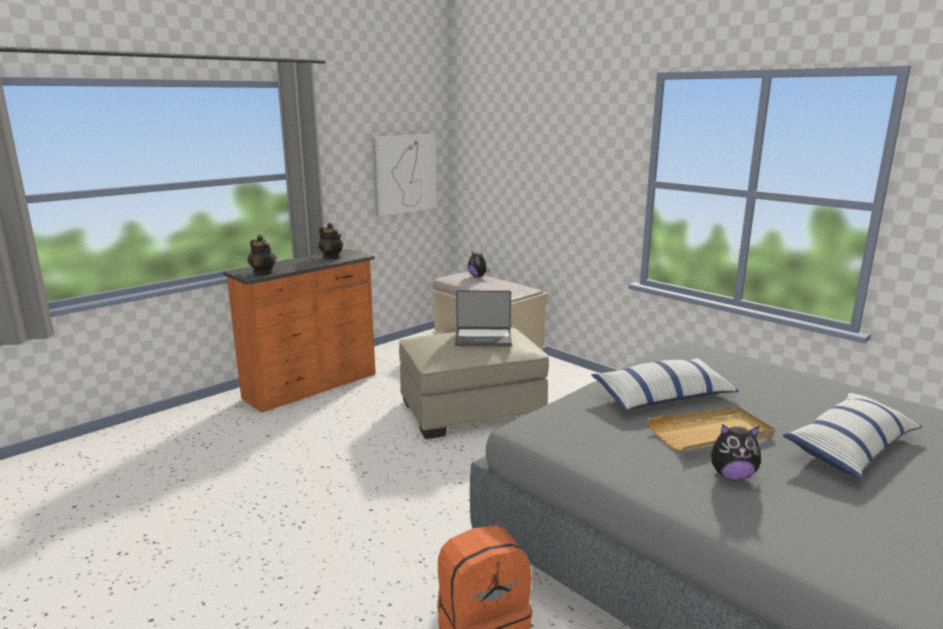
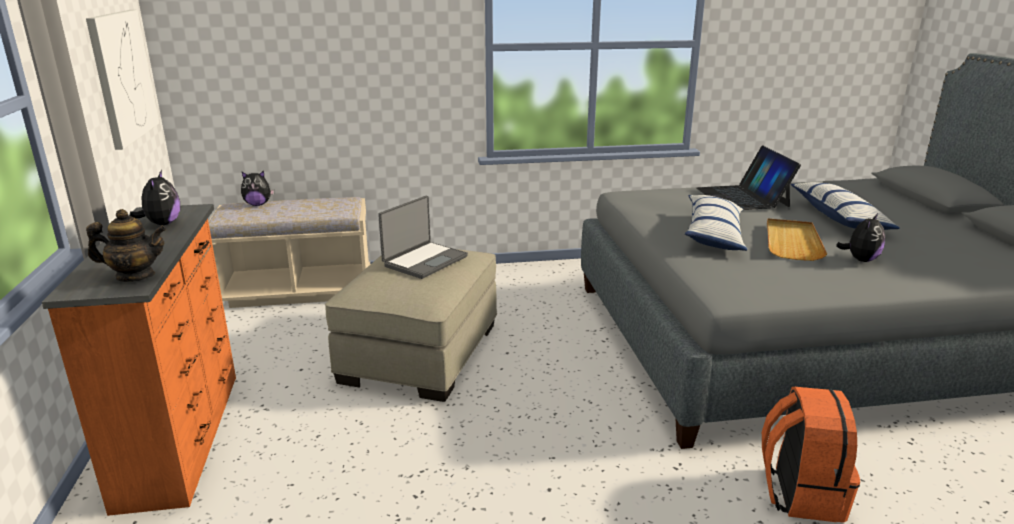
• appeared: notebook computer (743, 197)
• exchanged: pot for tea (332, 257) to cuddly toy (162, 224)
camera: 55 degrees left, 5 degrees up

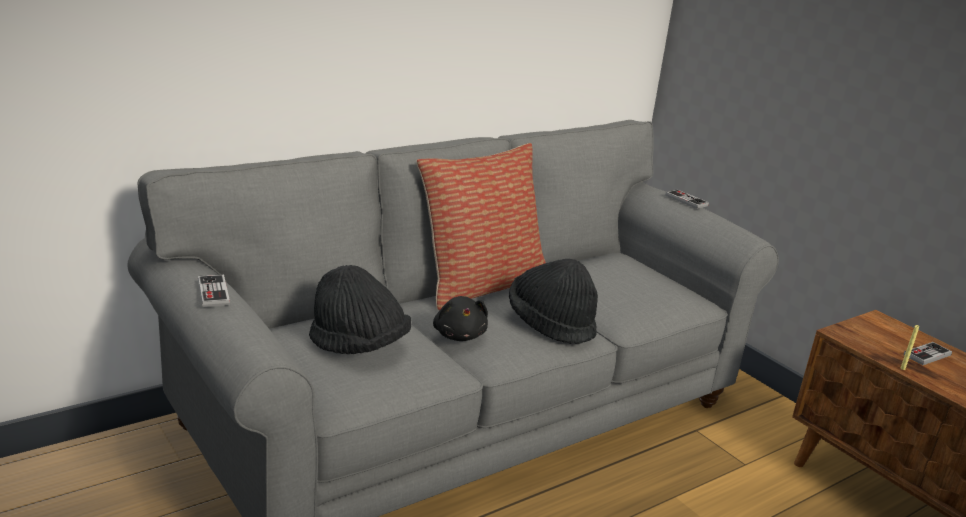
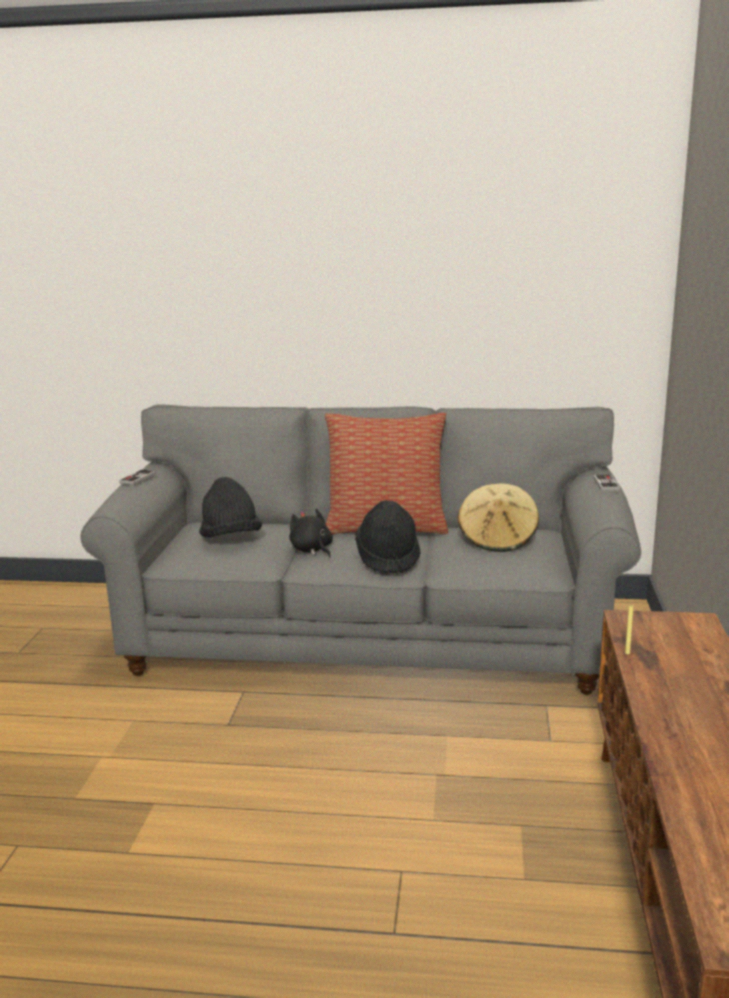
• missing: gamepad (927, 355)
• appeared: beige clothing hat (498, 540)
• spun: black-coloured cuddly toy (459, 335) = (312, 550) 120 degrees clockwise
camera: 45 degrees right, 5 degrees down

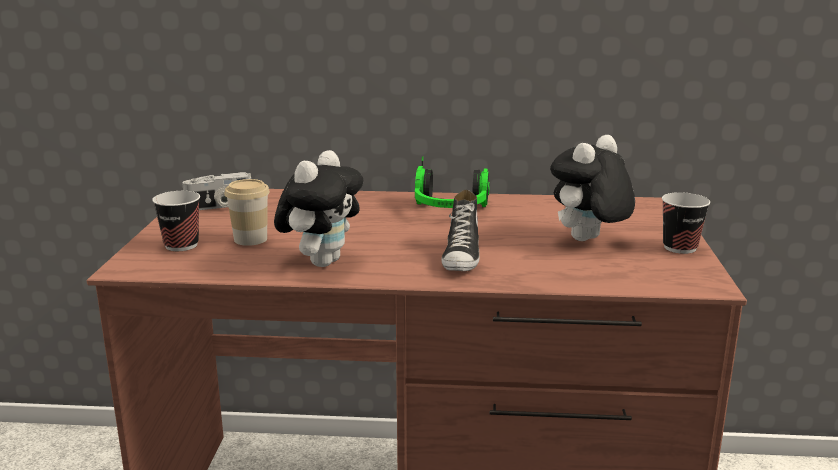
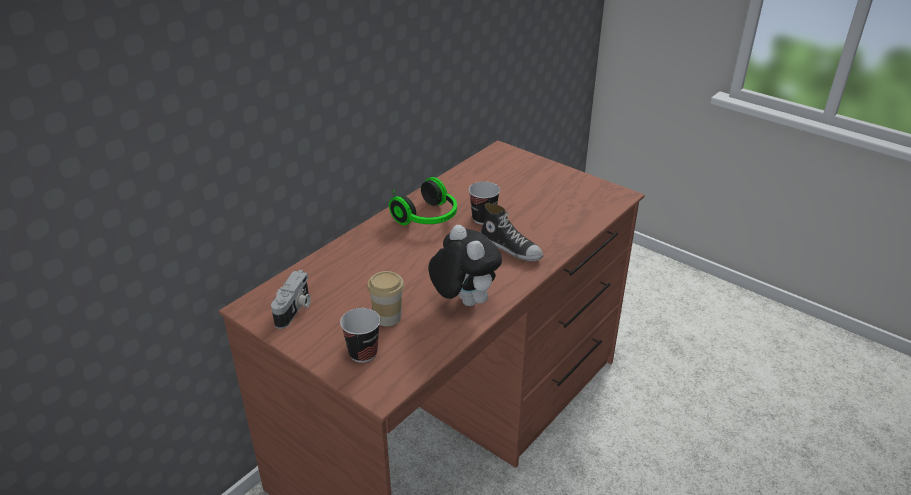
• missing: cuddly toy (588, 241)
• relocated: drinking cup (680, 247) to (483, 218)
camera: 55 degrees left, 15 degrees up

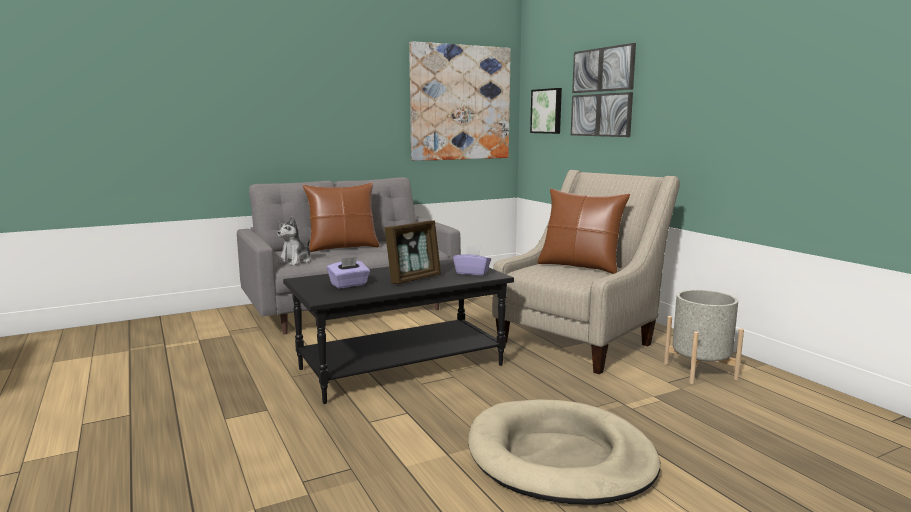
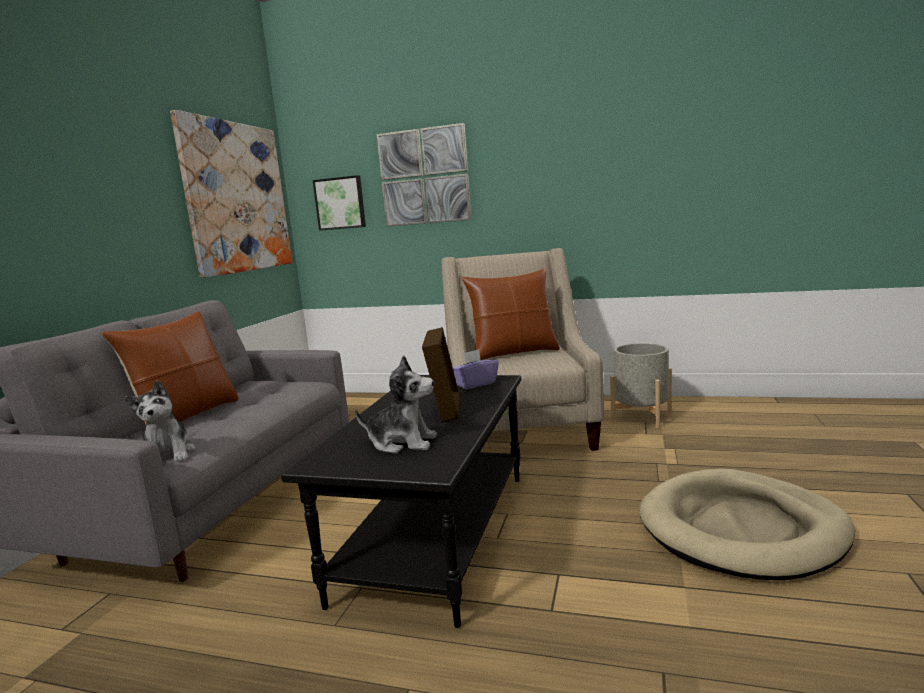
• exchanged: purple-coloured tissue holder (349, 285) to cuddly toy (402, 442)
camera: 45 degrees left, 0 degrees up

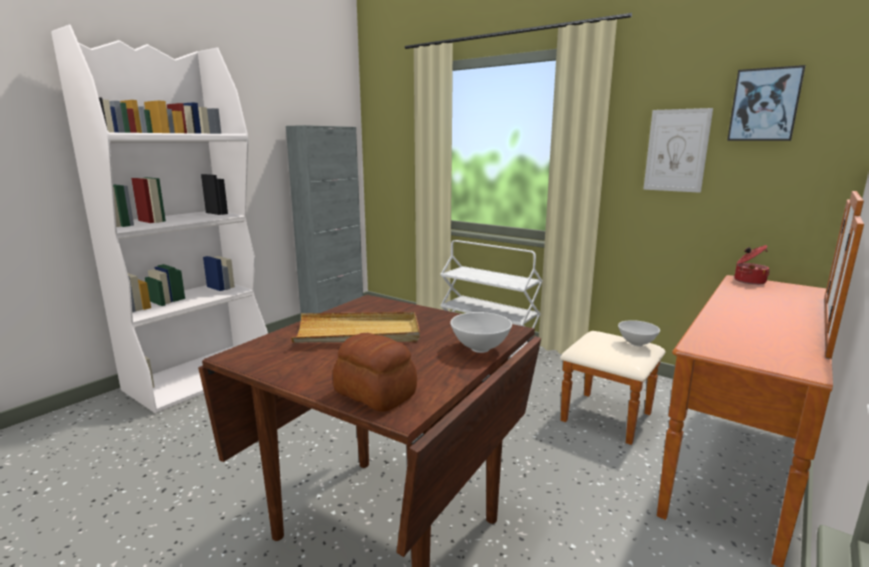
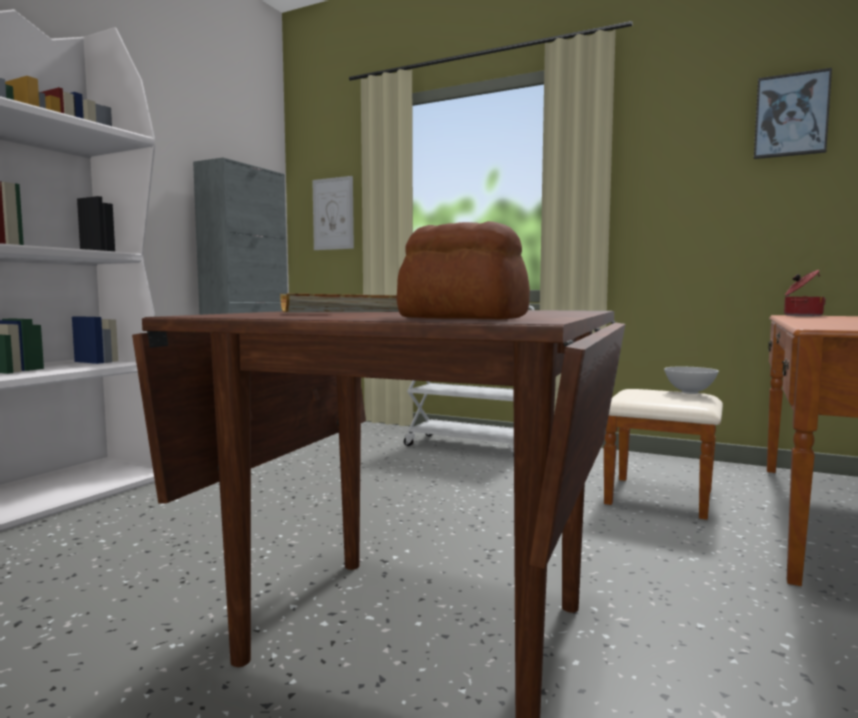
• missing: whitish serving bowl (479, 349)
• relocated: wall art (676, 150) to (333, 214)
camera: 10 degrees left, 10 degrees down

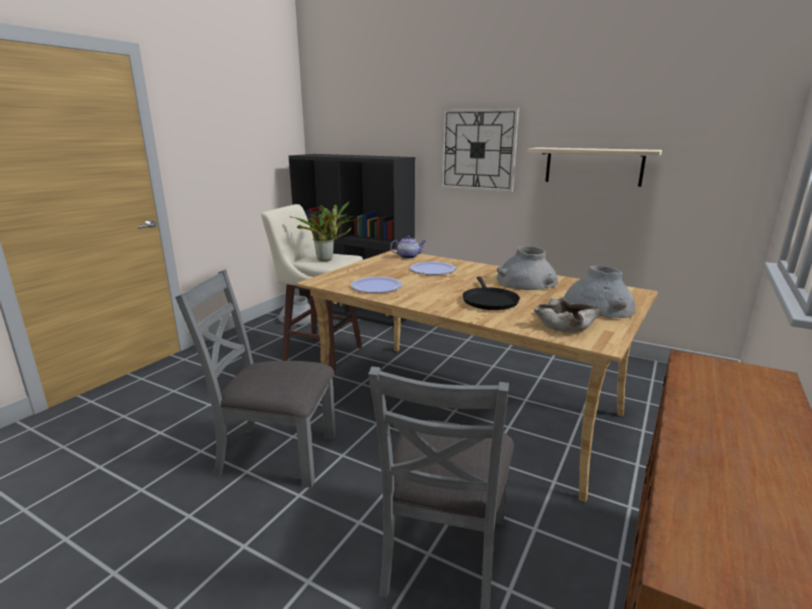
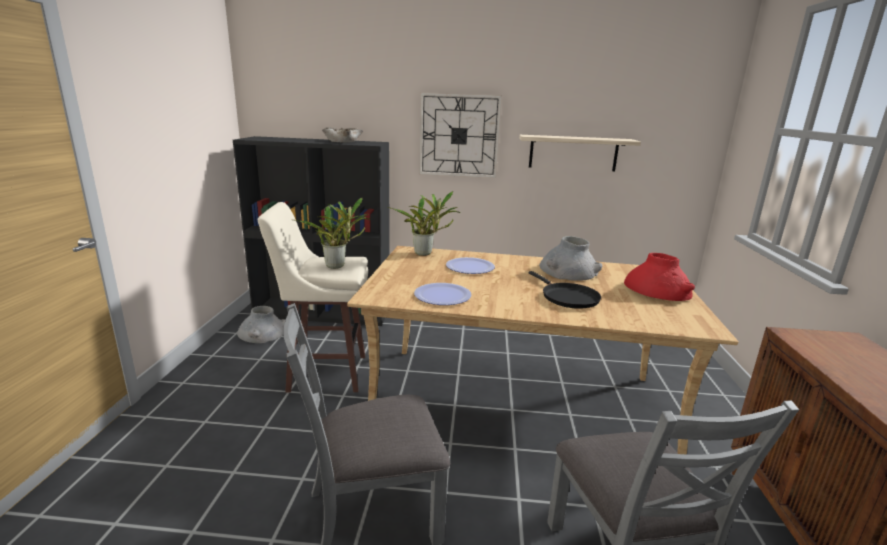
• relocated: beige serving bowl (564, 325) to (342, 141)
• exchanged: pot for tea (408, 256) to potted plant (425, 253)
• colour: gray decorative vase (598, 306) to red decorative vase (656, 290)
camera: 25 degrees left, 0 degrees up

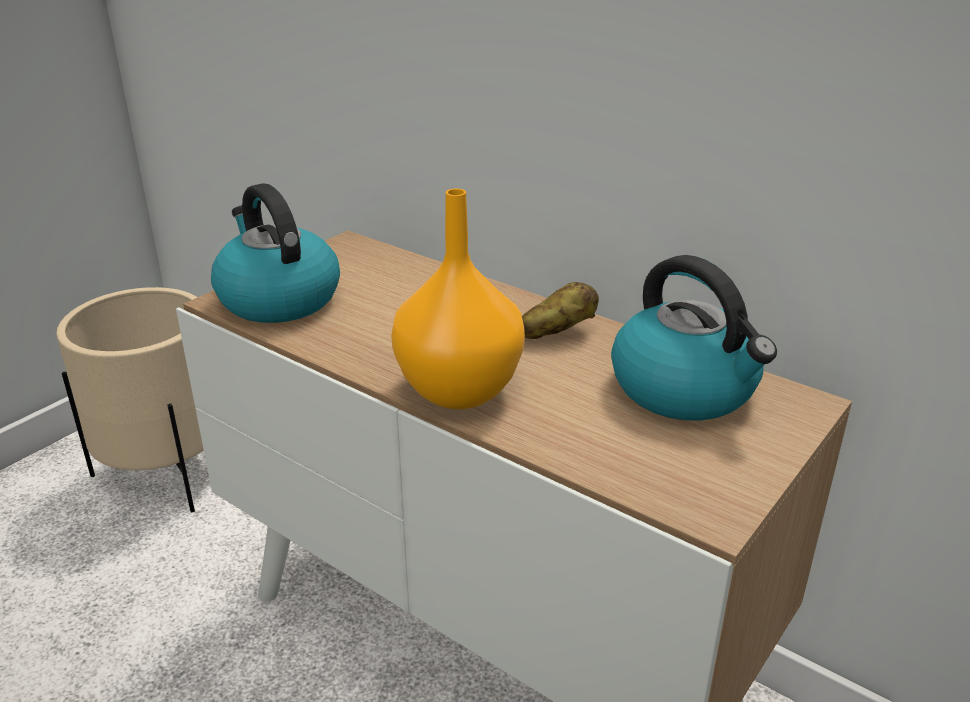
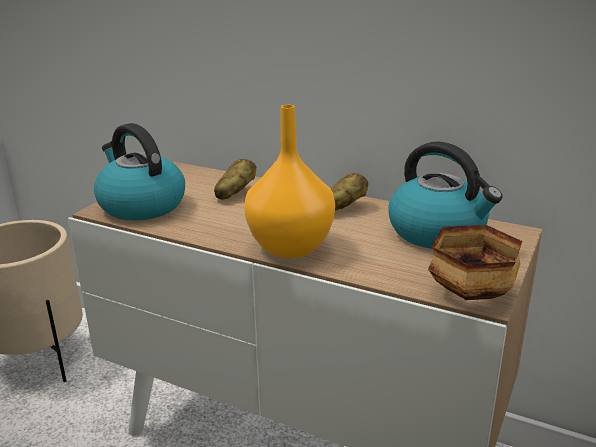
• appeared: potato (235, 193)
• appeared: serving bowl (469, 290)
camera: 10 degrees left, 5 degrees down

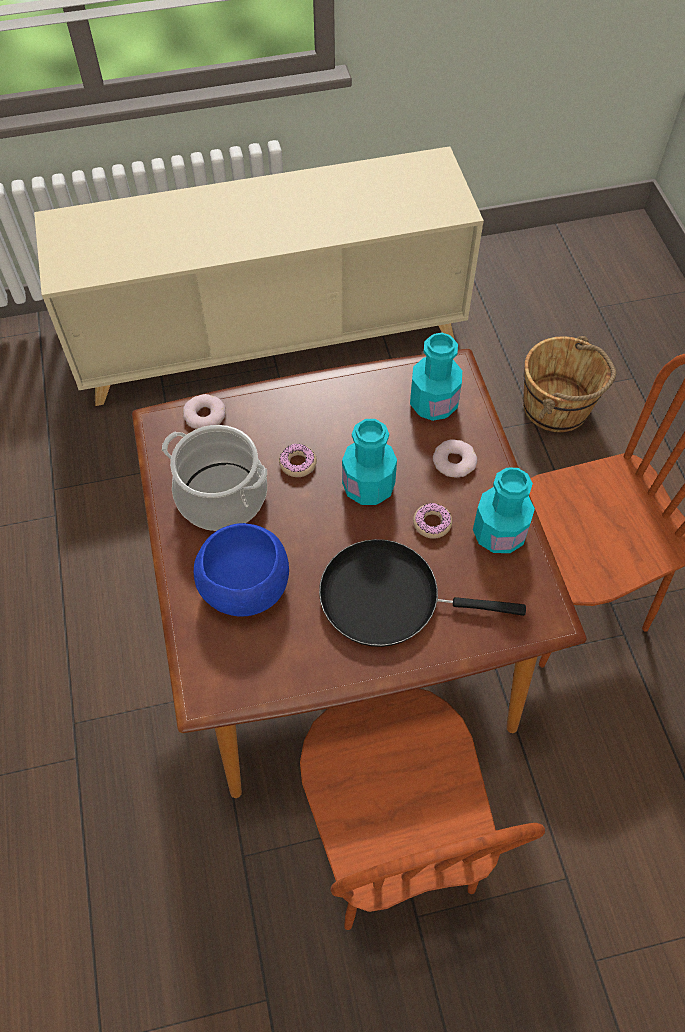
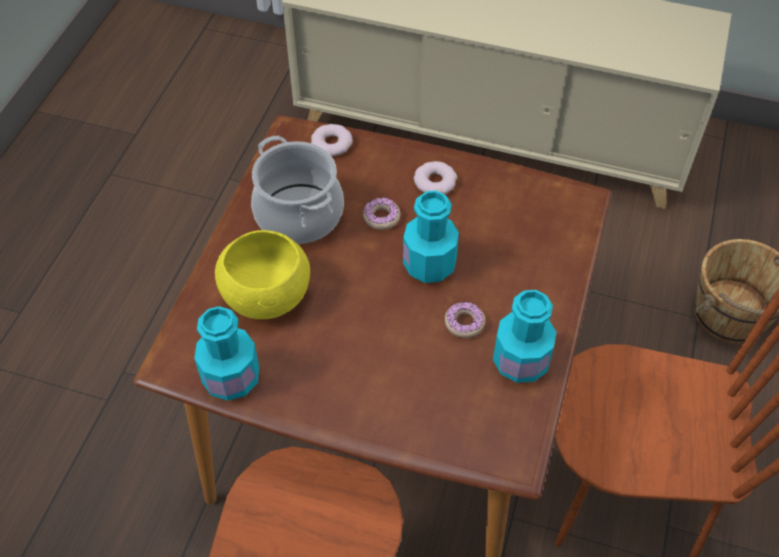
• missing: black-coloured frying pan (388, 598)
• relocated: turquoise beverage bottle (433, 403) to (231, 378)
• relocated: ring doughnut (454, 461) to (435, 182)
• colour: blue-coloured serving bowl (245, 586) to yellow serving bowl (266, 294)
camera: 30 degrees right, 5 degrees down

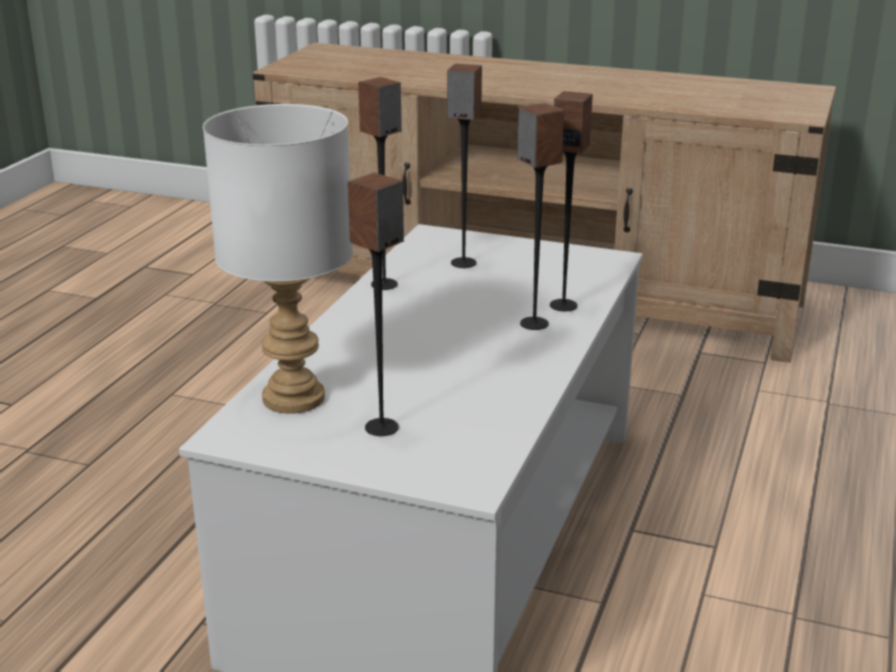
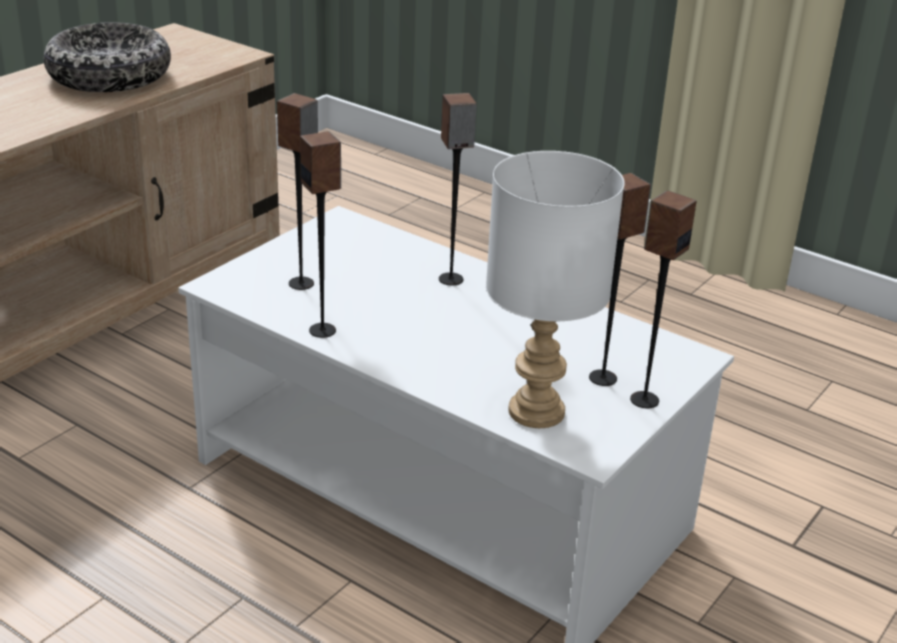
• appeared: serving bowl (109, 76)
• relocated: speaker (563, 305) to (644, 400)
camera: 75 degrees left, 5 degrees up

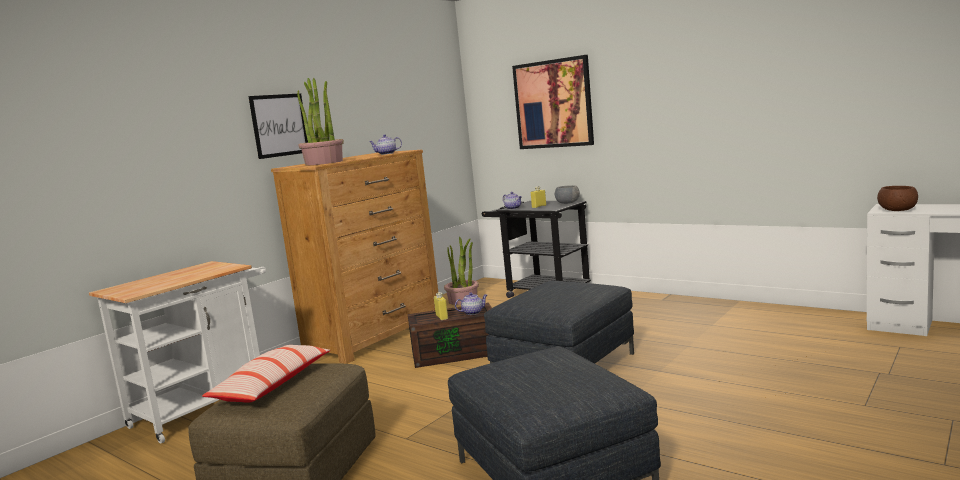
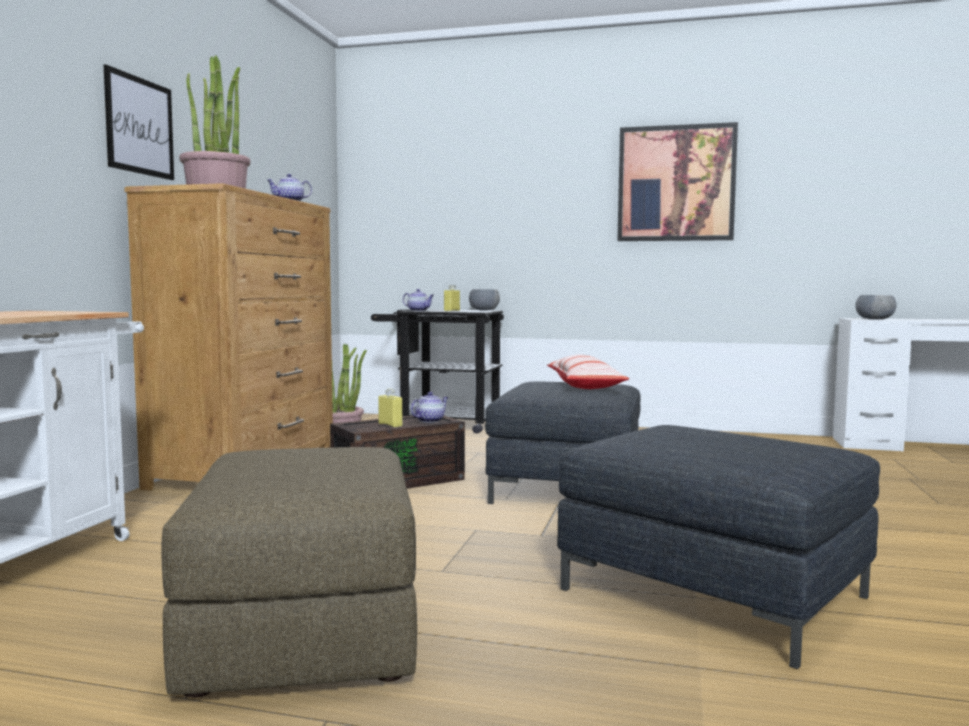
• relocated: cushion (272, 385) to (584, 385)
• relocated: wall art (553, 104) to (676, 183)
• colour: brown serving bowl (897, 210) to gray serving bowl (874, 319)
camera: 25 degrees left, 5 degrees down

